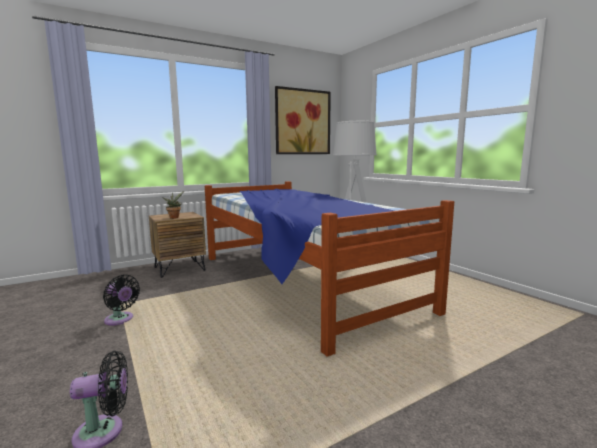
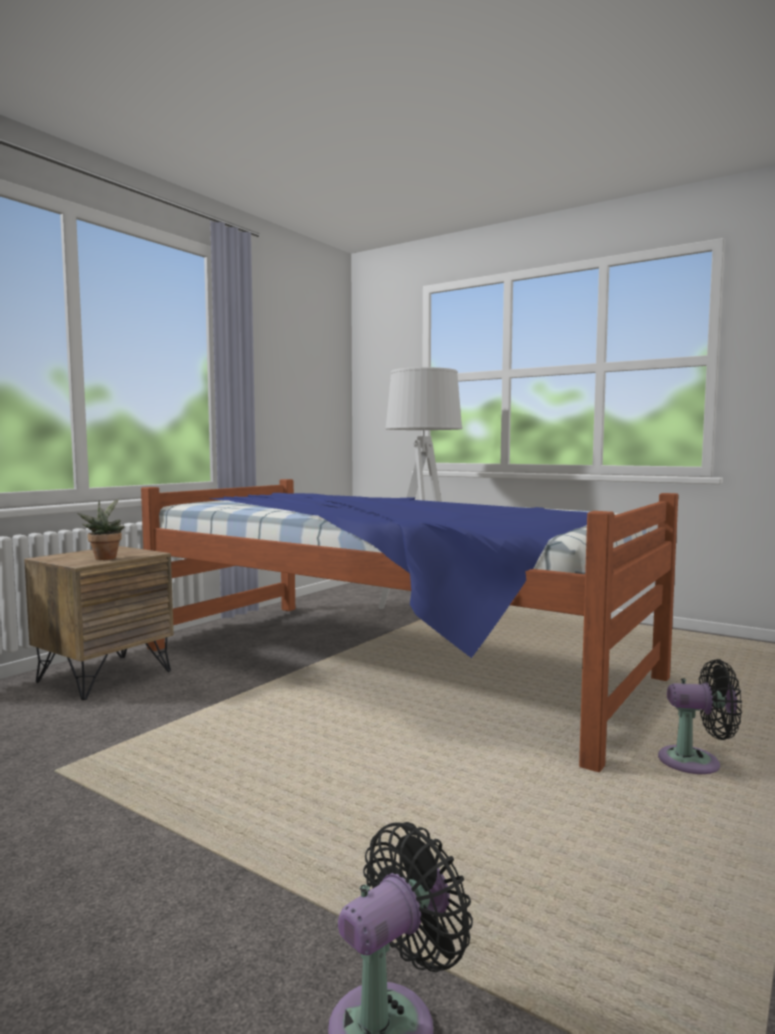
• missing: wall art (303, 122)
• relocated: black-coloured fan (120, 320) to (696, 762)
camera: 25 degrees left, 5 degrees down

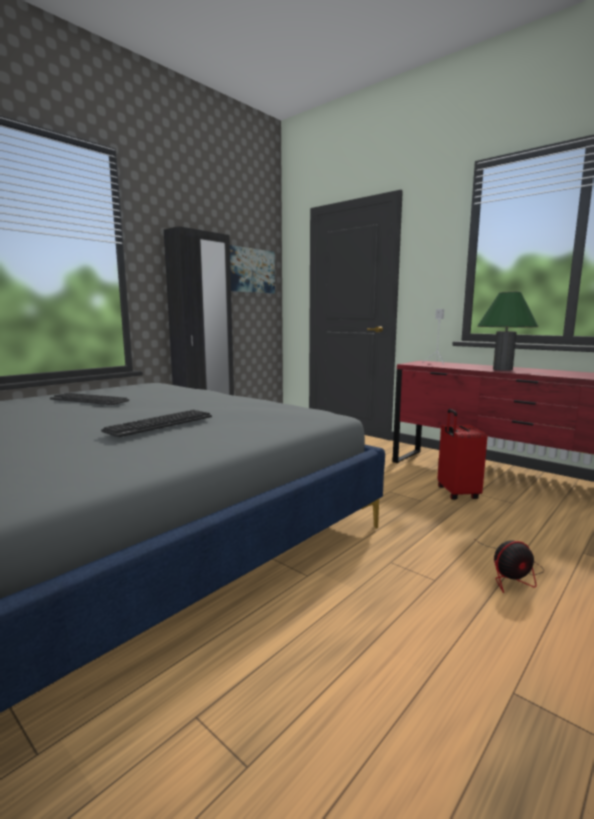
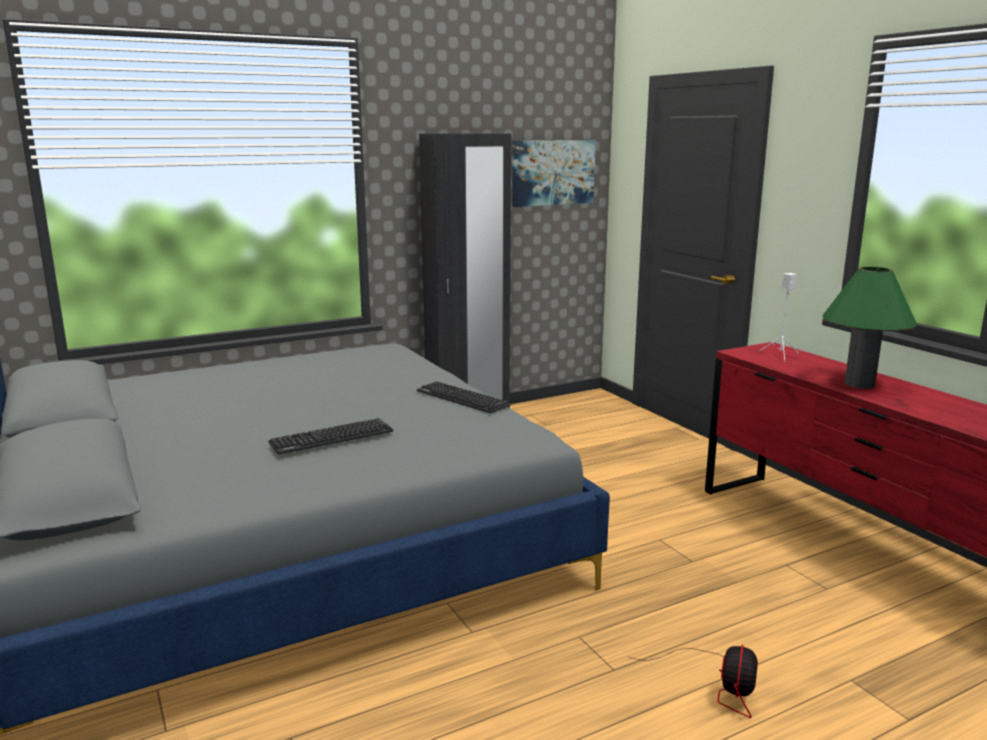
• missing: red suitcase (456, 493)
• relocated: PC keyboard (89, 400) to (462, 398)
• spun: fan (512, 574) = (718, 685) 75 degrees counterclockwise
camera: 20 degrees right, 5 degrees up

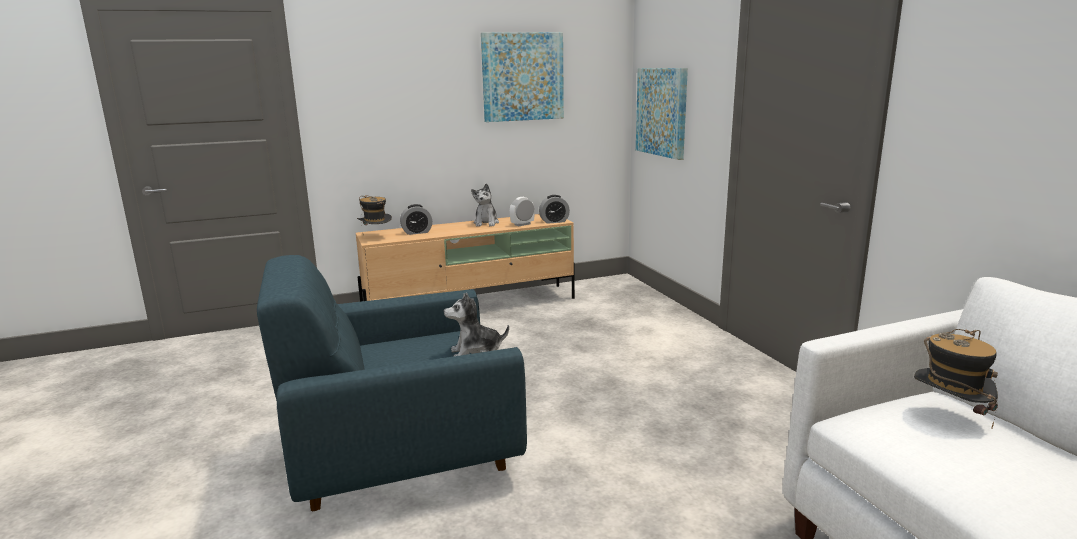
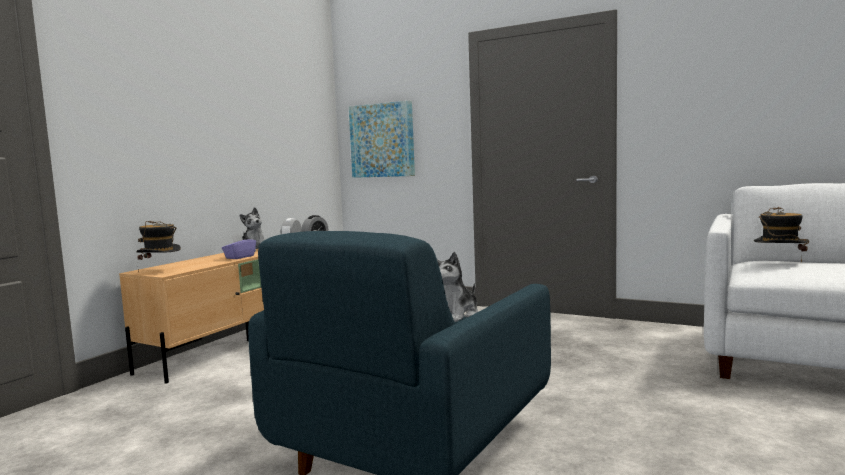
• missing: alarm clock (417, 232)
• missing: wall art (522, 77)
• appeared: purple-coloured tissue holder (239, 257)
camera: 40 degrees left, 10 degrees down

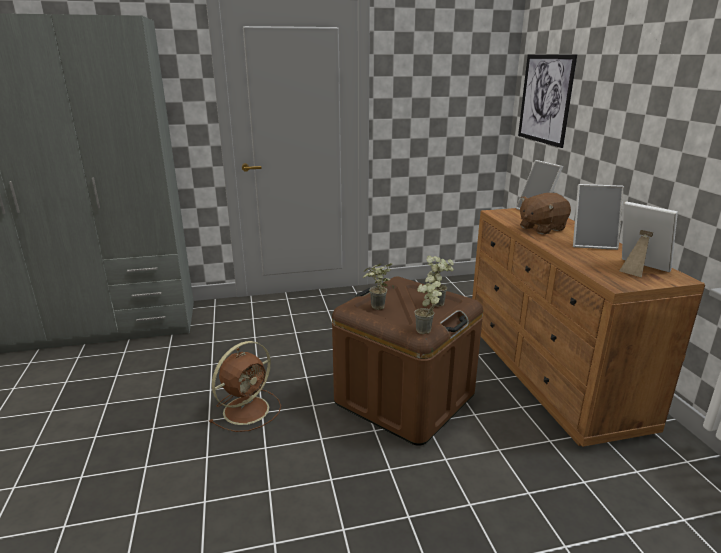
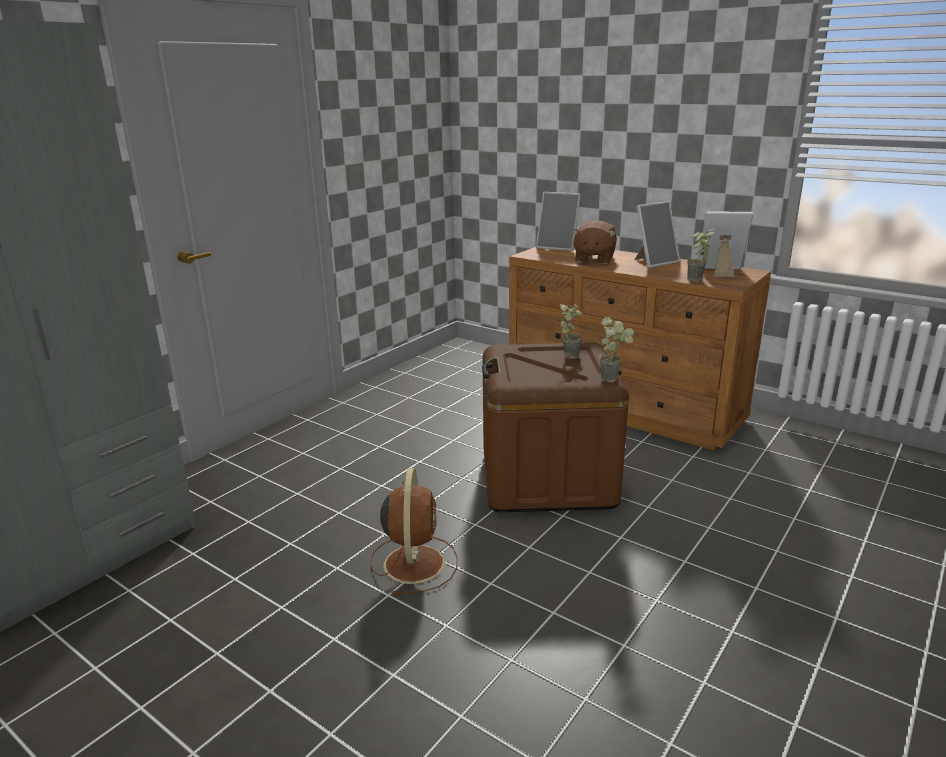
• missing: wall art (545, 99)
• relocated: potted plant (375, 308) to (696, 282)
camera: 40 degrees left, 0 degrees up

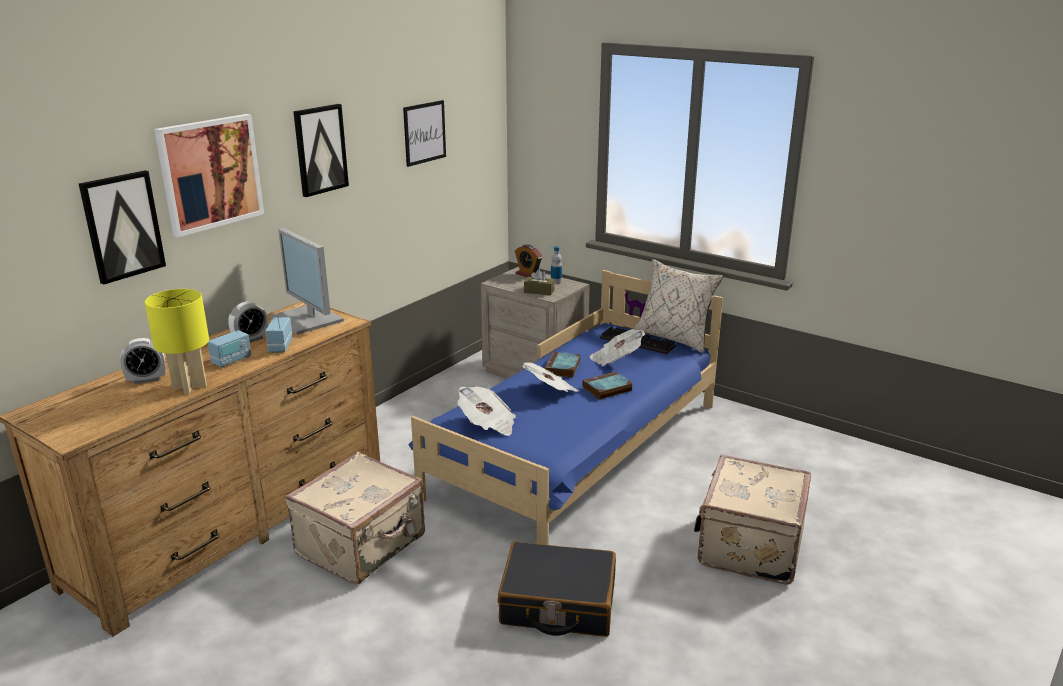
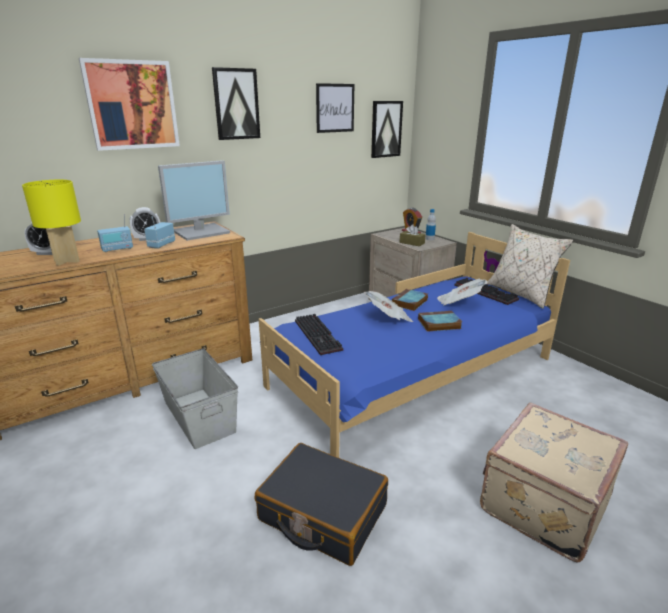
• relocated: wall art (122, 226) to (386, 129)
• exchanged: beige suitcase (363, 546) to gray storage box (199, 416)
• exchanged: printed paper (488, 424) to PC keyboard (319, 335)
• spun: computer screen (308, 319) = (202, 232) 105 degrees counterclockwise
camera: 20 degrees right, 0 degrees up

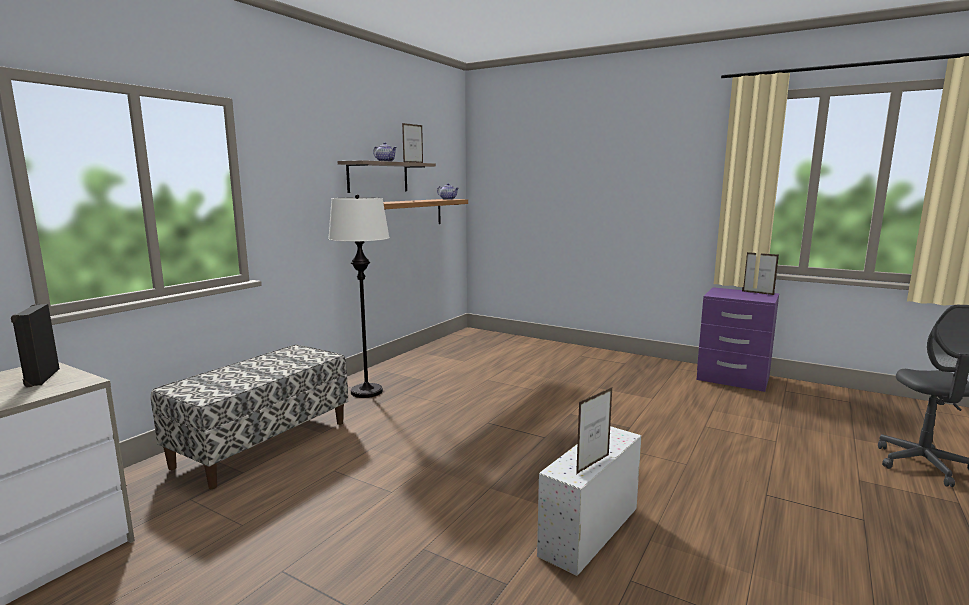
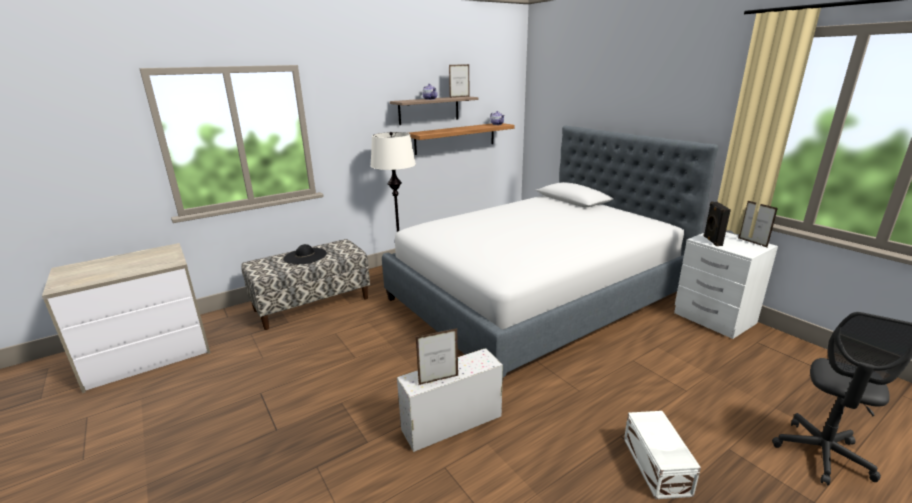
• appeared: black-coloured clothing hat (305, 256)
• appeared: bedroom bed (536, 297)
• appeared: whitish storage box (655, 467)
• relocated: black-coloured speaker (41, 378) to (712, 241)
• colour: purple-coloured bedside table (733, 378) to whitish bedside table (713, 318)
camera: 25 degrees right, 10 degrees up

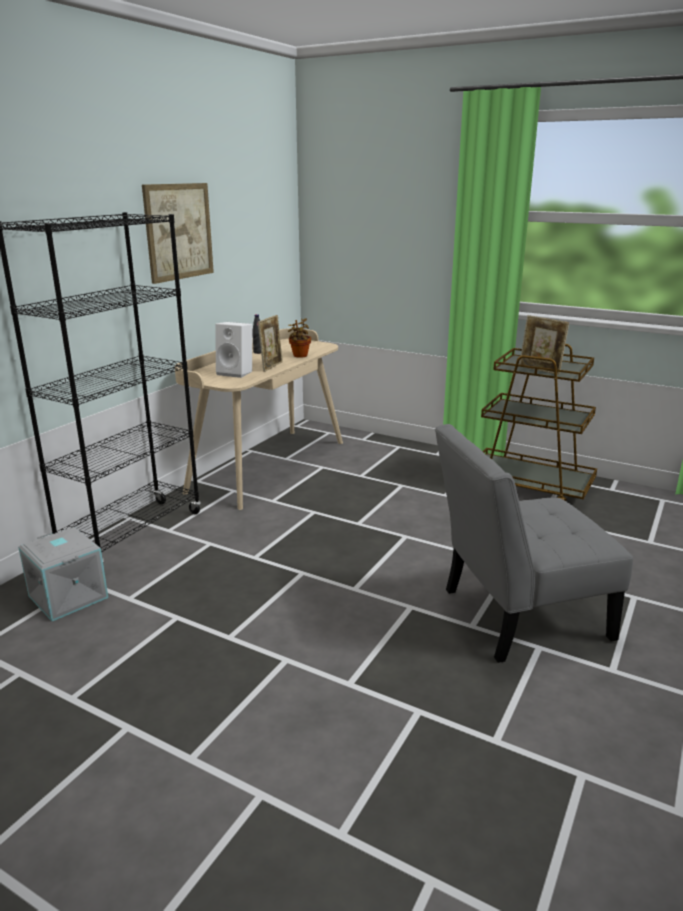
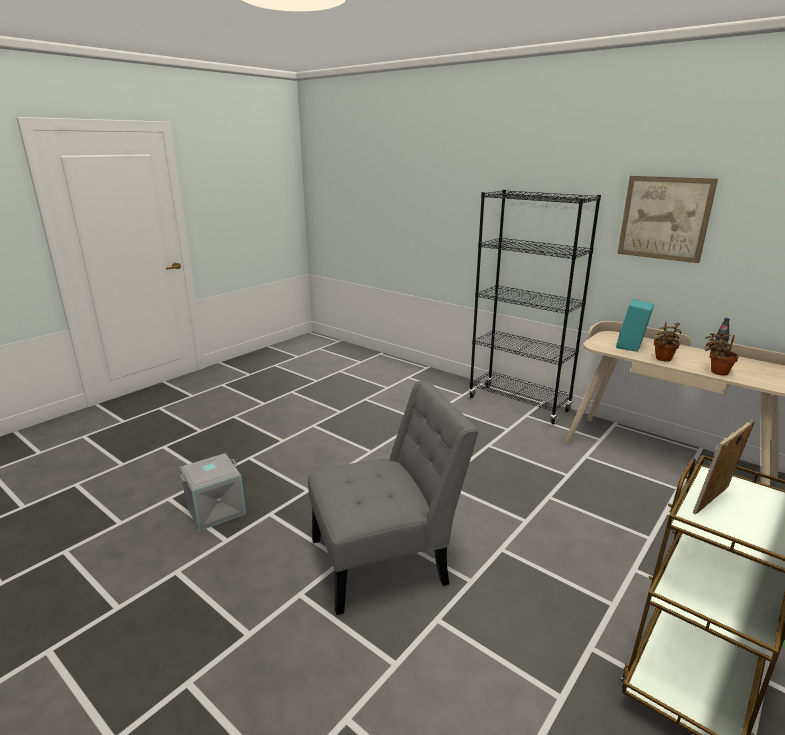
• relocated: gray storage box (70, 596) to (215, 510)
• exchanged: picture frame (271, 366) to potted plant (663, 359)
• colour: whitish speaker (236, 373) to turquoise speaker (631, 347)
• spun: gray plain chair (516, 615) = (386, 559) 75 degrees clockwise
camera: 100 degrees right, 0 degrees up

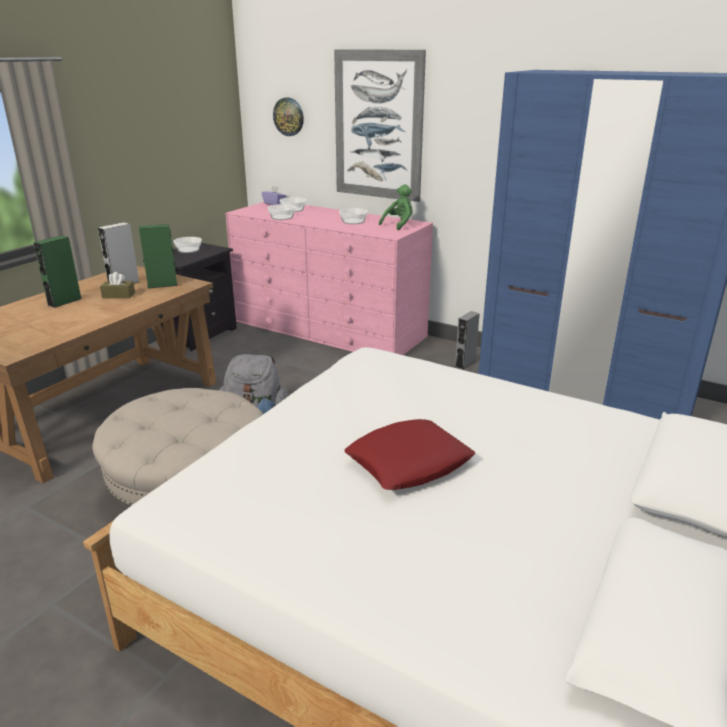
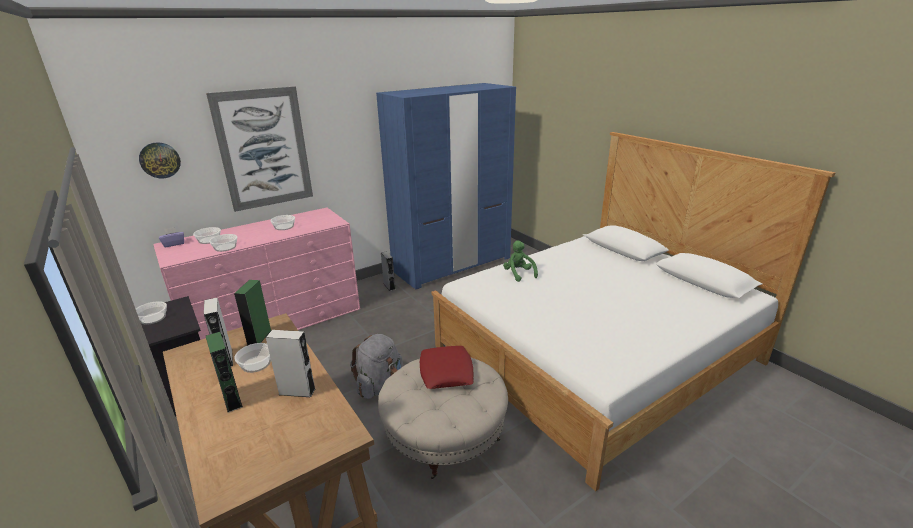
• appeared: gray speaker (297, 391)
• relocated: red cushion (408, 463) to (446, 372)
• relocated: green-coloured cuddly toy (399, 225) to (519, 274)
• exchanged: brown tissue holder (118, 295) to serving bowl (256, 364)
camera: 65 degrees left, 0 degrees up

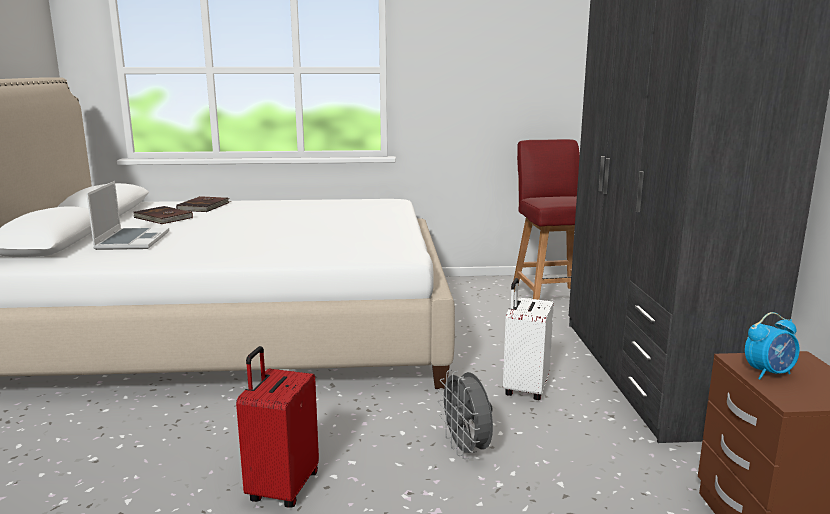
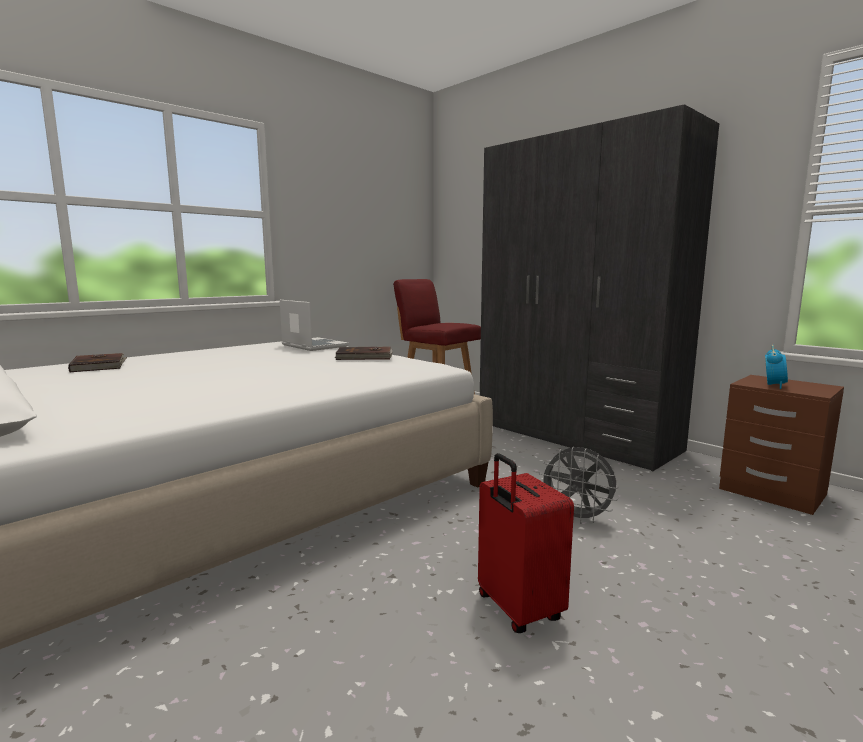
• missing: whitish suitcase (524, 389)
• relocated: notebook computer (132, 240) to (313, 346)
• relocated: brown bound book (162, 218) to (364, 356)
camera: 40 degrees left, 5 degrees down

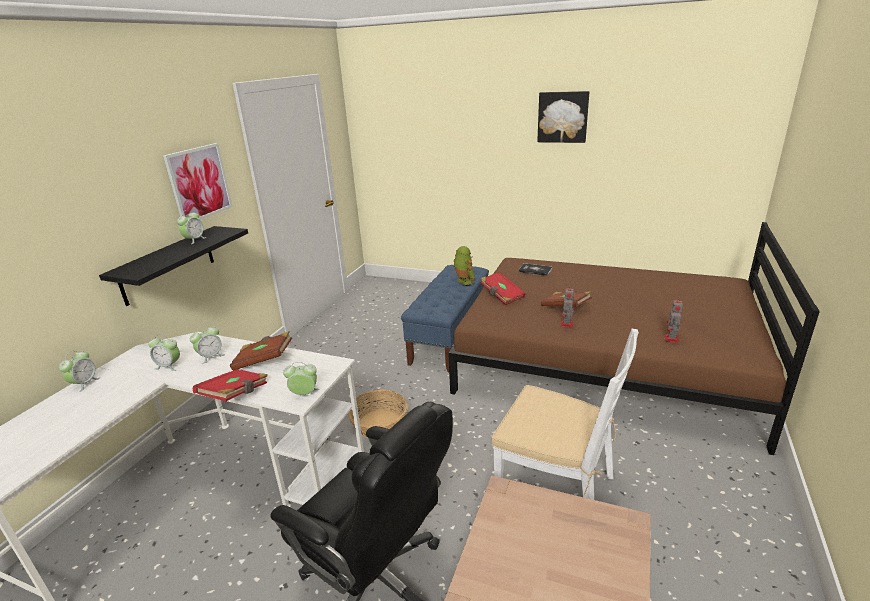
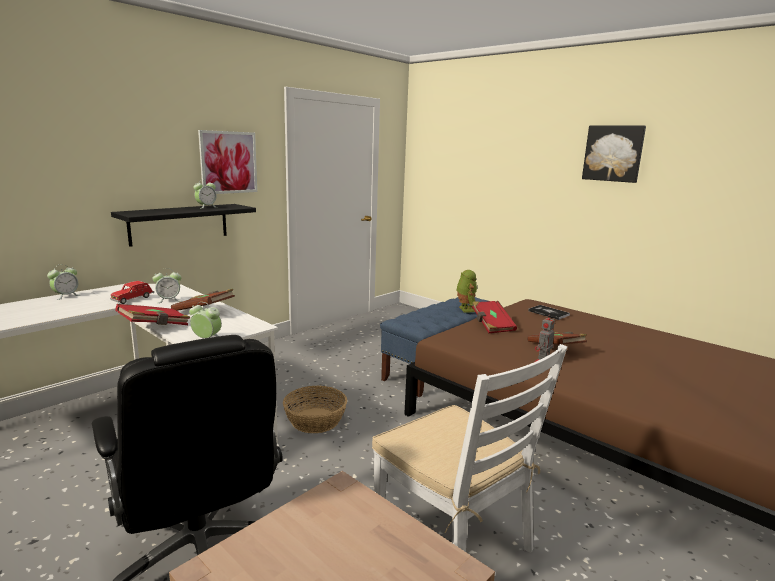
• missing: robot figure (671, 339)
• exchanged: alarm clock (169, 366) to red miniature car (133, 299)
camera: 20 degrees right, 10 degrees down

